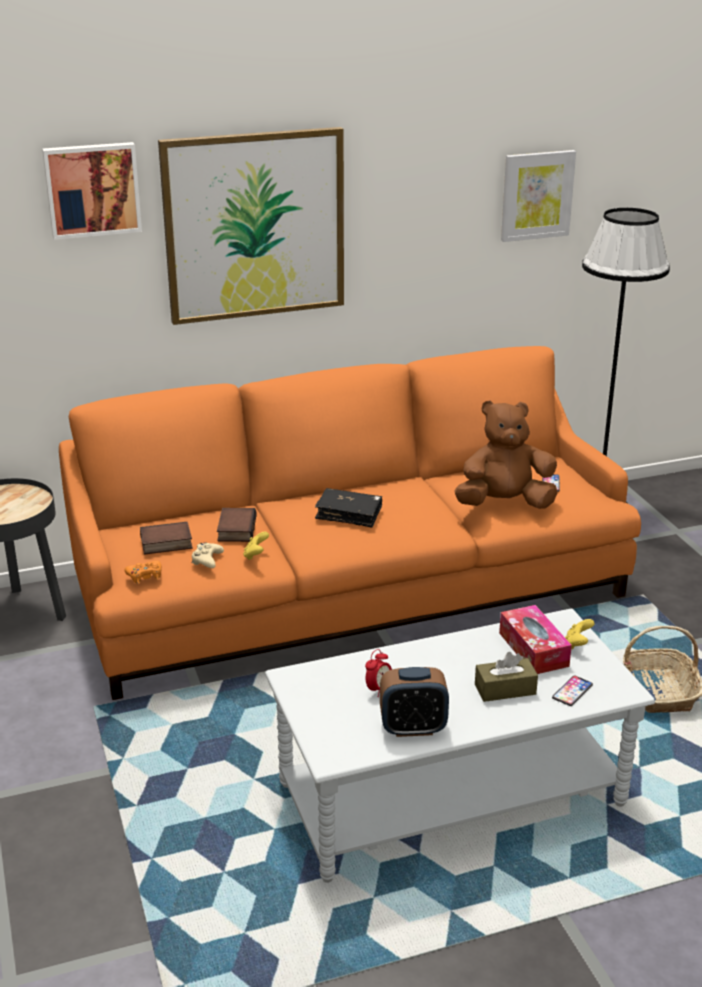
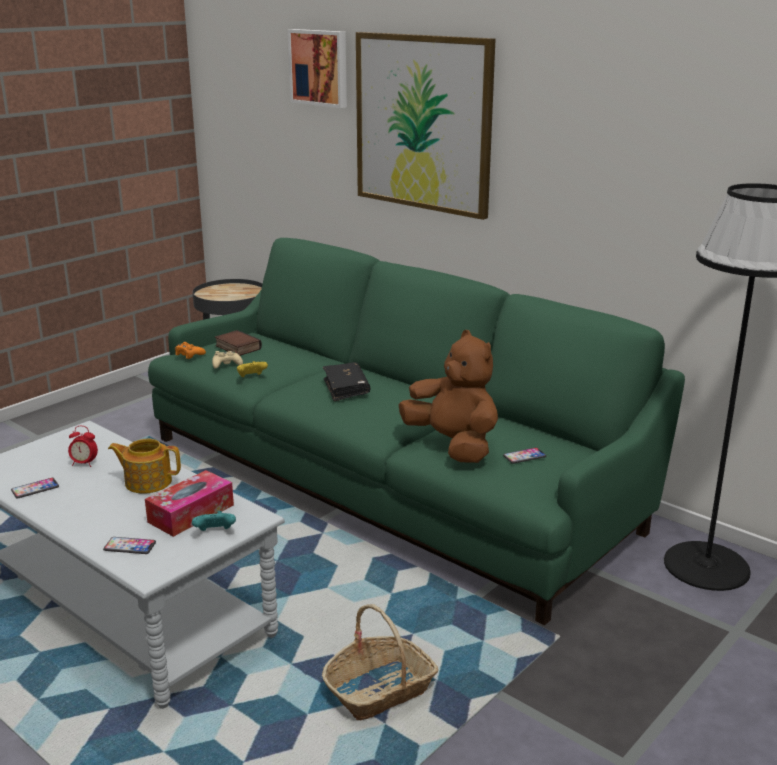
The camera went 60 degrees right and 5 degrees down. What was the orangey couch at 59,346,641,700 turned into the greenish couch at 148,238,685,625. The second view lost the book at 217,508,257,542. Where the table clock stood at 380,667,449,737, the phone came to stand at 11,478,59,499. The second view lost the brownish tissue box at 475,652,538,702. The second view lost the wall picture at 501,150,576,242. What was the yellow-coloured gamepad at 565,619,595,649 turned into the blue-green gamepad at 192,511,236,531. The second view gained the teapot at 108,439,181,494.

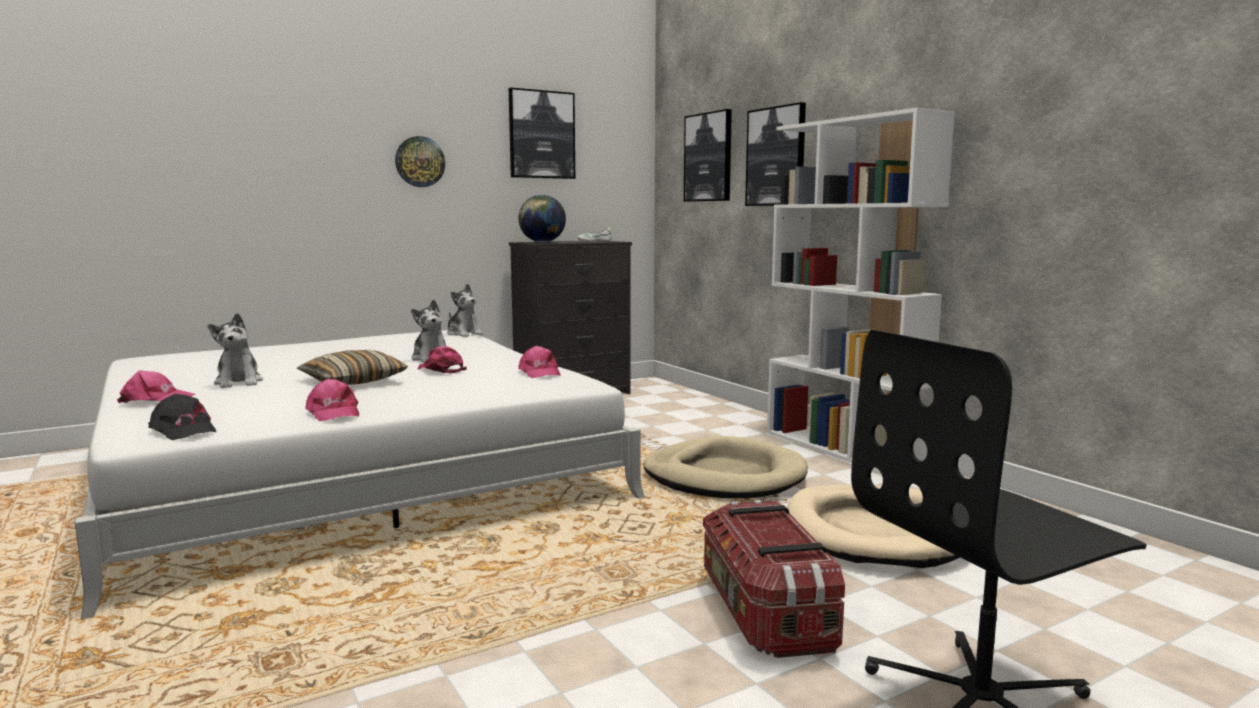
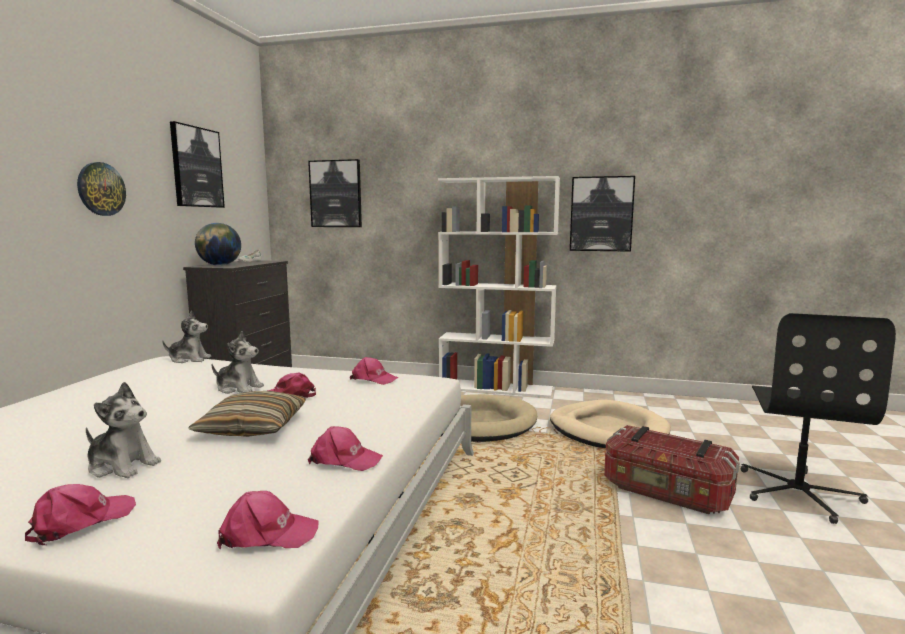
The camera went 45 degrees left and 0 degrees up. What was the blackish peaked cap at 148,394,216,440 turned into the pinkish peaked cap at 217,491,319,550. The wall picture ended up elsewhere, having gone from 745,102,806,206 to 570,176,635,252.

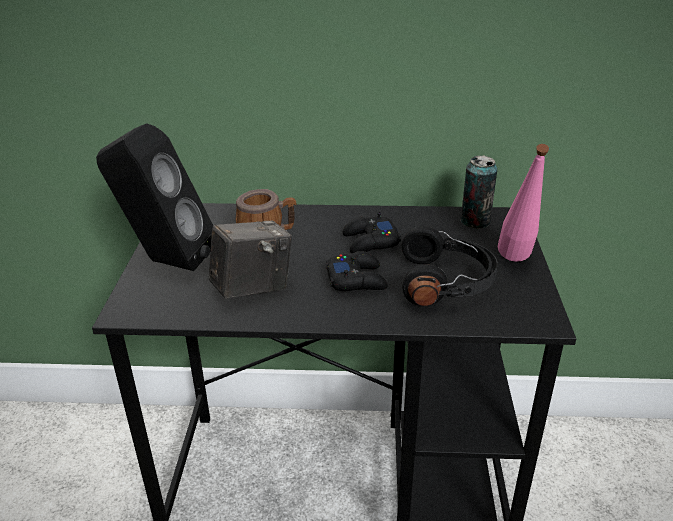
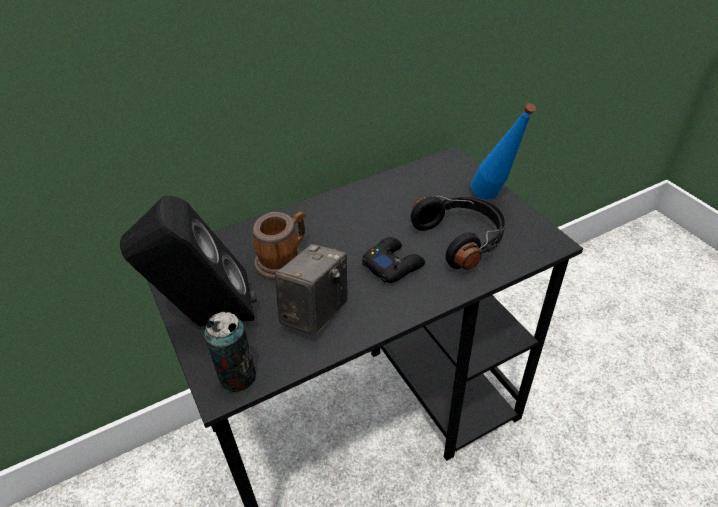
The camera went 30 degrees left and 10 degrees up. The second view lost the blackish gamepad at 343,212,401,253. The metal can ended up elsewhere, having gone from 460,155,497,229 to 204,312,256,392. What was the pinkish bottle at 498,144,549,262 turned into the blue bottle at 471,103,536,200.

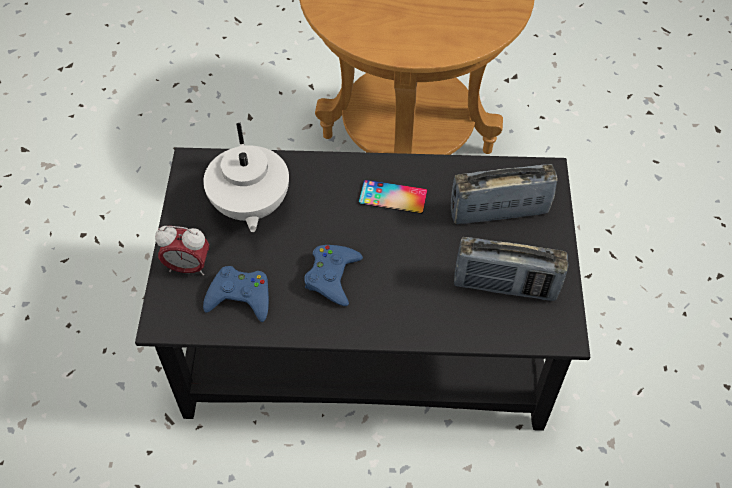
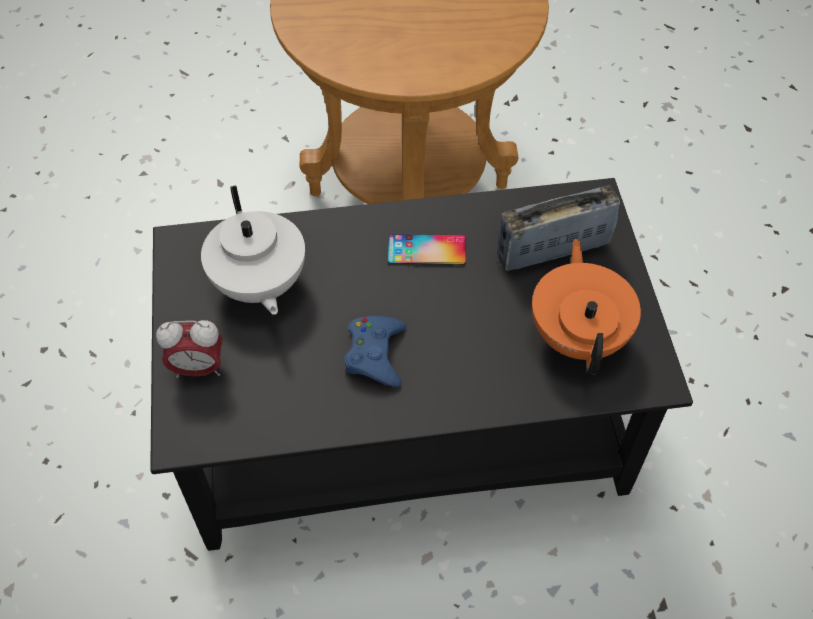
The camera went 10 degrees left and 0 degrees up. The second view lost the blue gamepad at 203,266,269,322. Where the radio set stood at 454,237,568,301, the orangey teapot came to stand at 532,239,641,374.

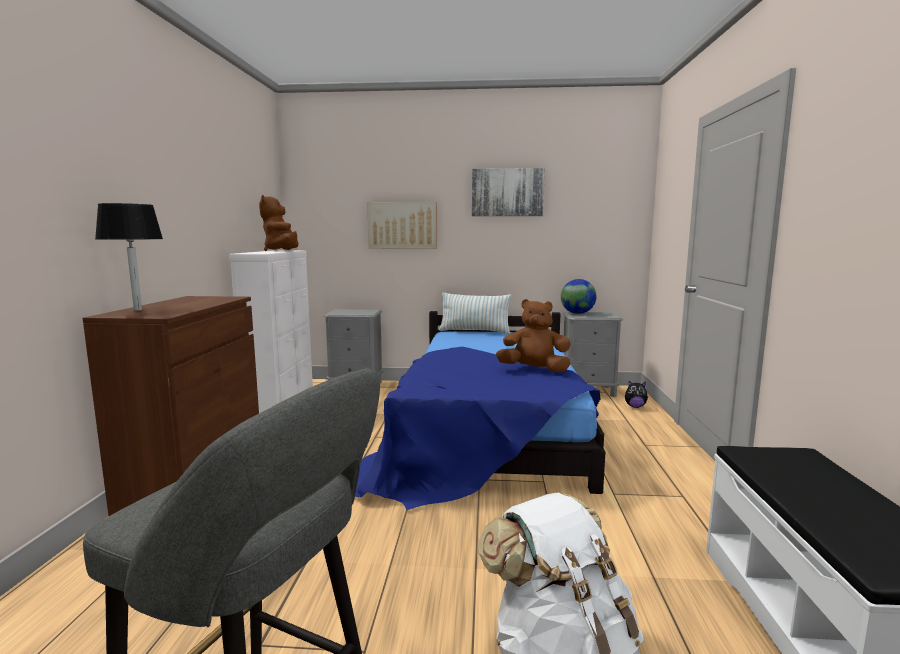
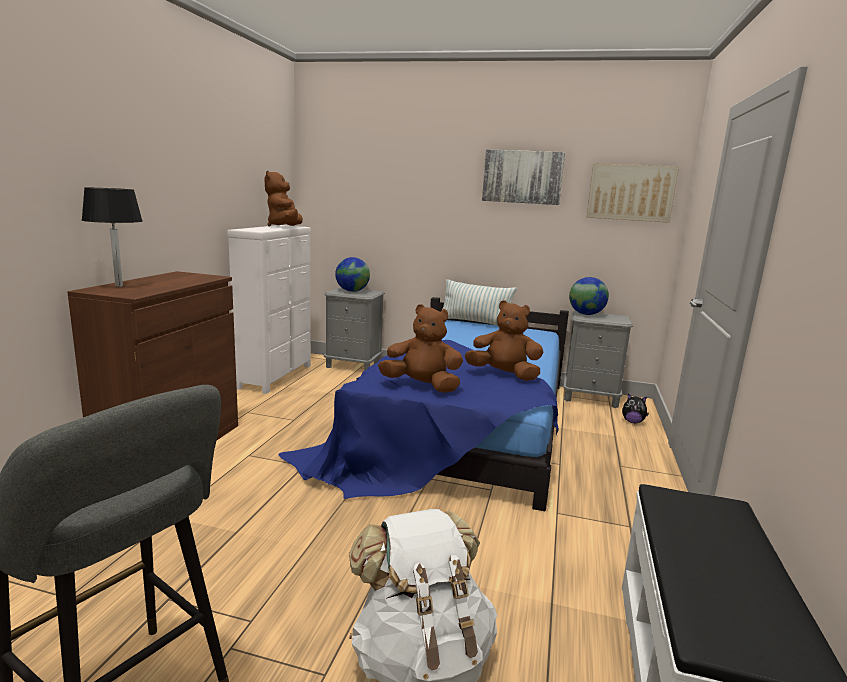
The camera went 10 degrees right and 5 degrees up. The wall picture ended up elsewhere, having gone from 367,202,437,249 to 587,163,679,223. The second view gained the world globe at 335,257,370,292. The second view gained the brownish plush toy at 378,304,463,393.

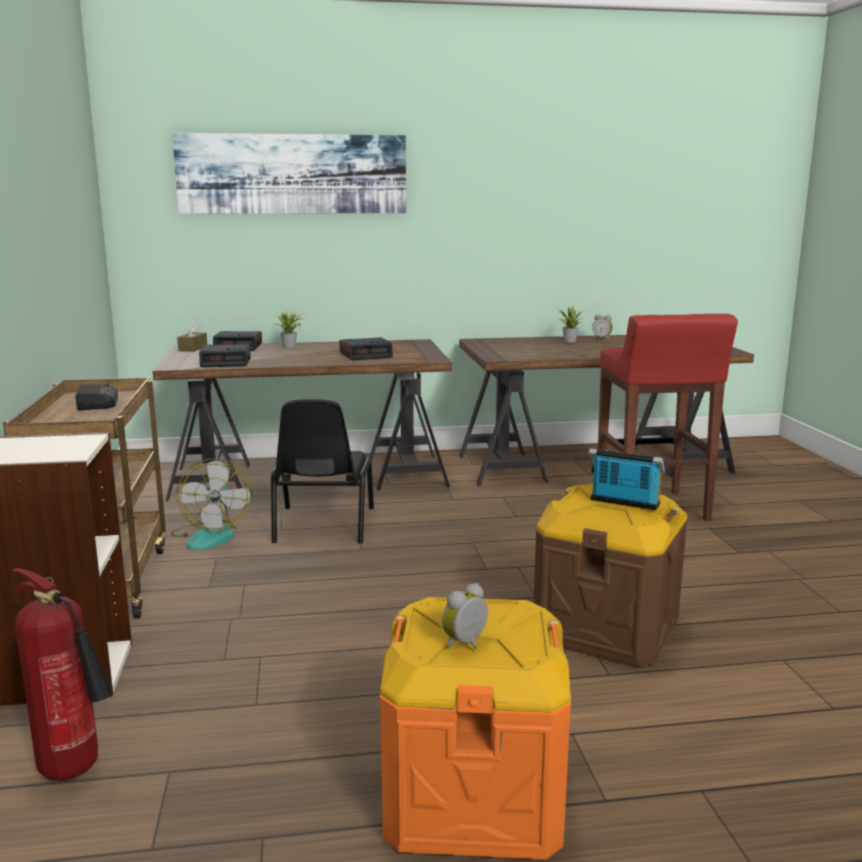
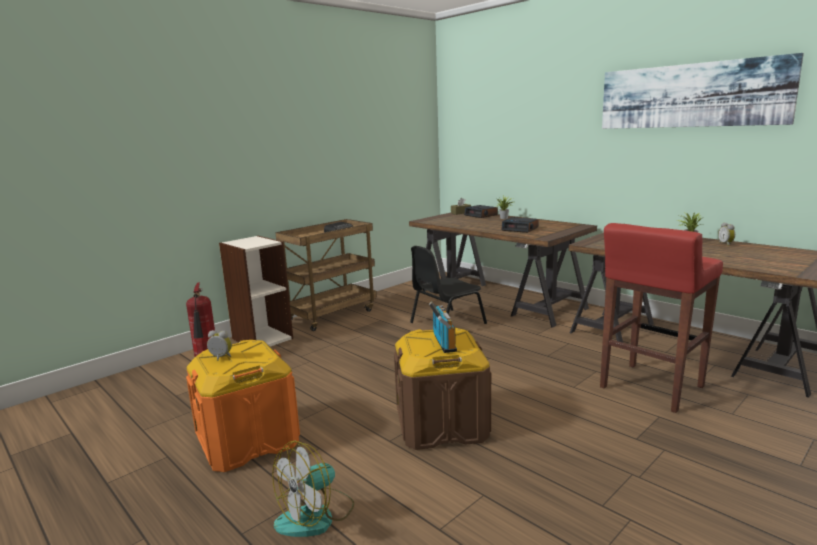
The camera went 55 degrees right and 0 degrees up. The fan ended up elsewhere, having gone from 171,459,252,550 to 272,441,355,537. The wall picture ended up elsewhere, having gone from 172,133,406,214 to 602,53,804,129. The second view lost the table clock at 199,344,251,367.

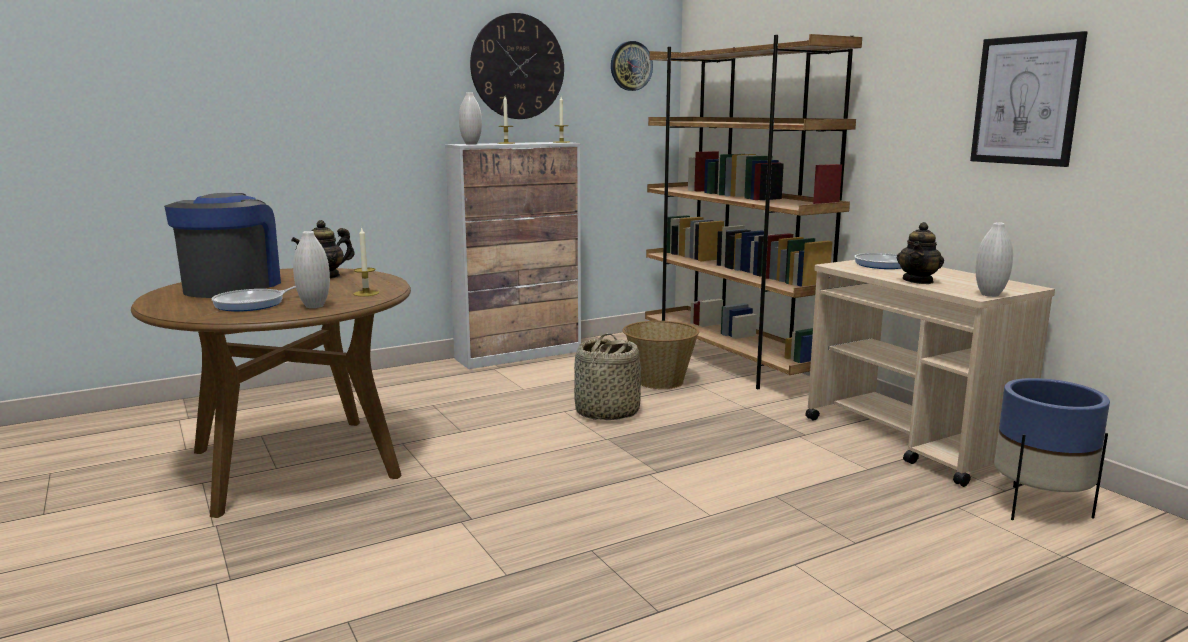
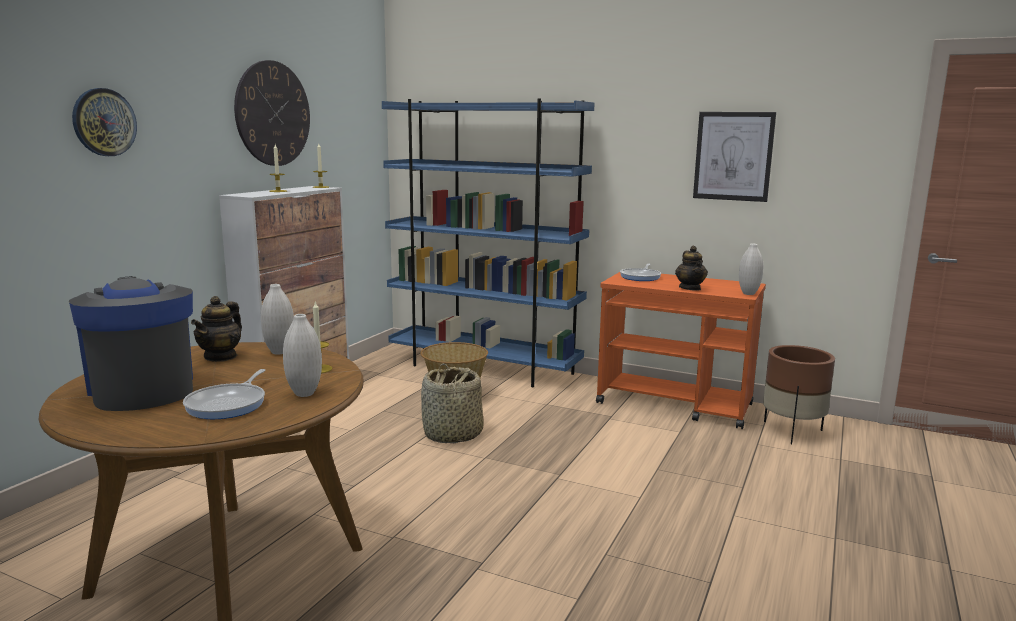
The camera went 35 degrees left and 0 degrees up. The white-coloured vase ended up elsewhere, having gone from 459,92,482,145 to 261,284,294,354. The hanging clock ended up elsewhere, having gone from 611,41,653,91 to 72,88,137,156. What was the brownish shelving unit at 645,34,862,389 turned into the blue shelving unit at 382,98,594,387. What was the sand-coloured cart at 805,260,1055,487 turned into the orangey cart at 596,272,766,429. What was the blue planter at 994,378,1110,520 turned into the brownish planter at 763,345,835,444.

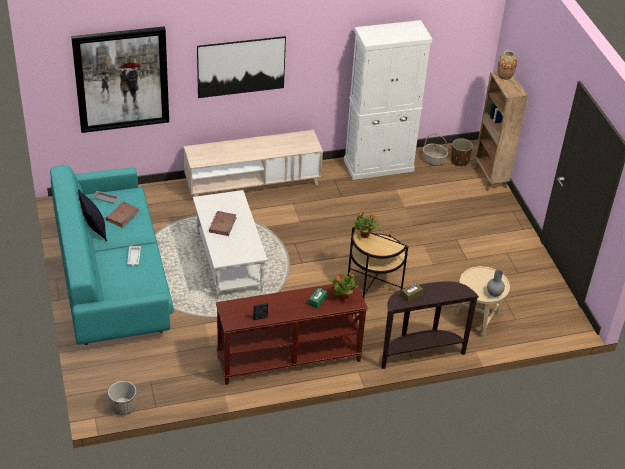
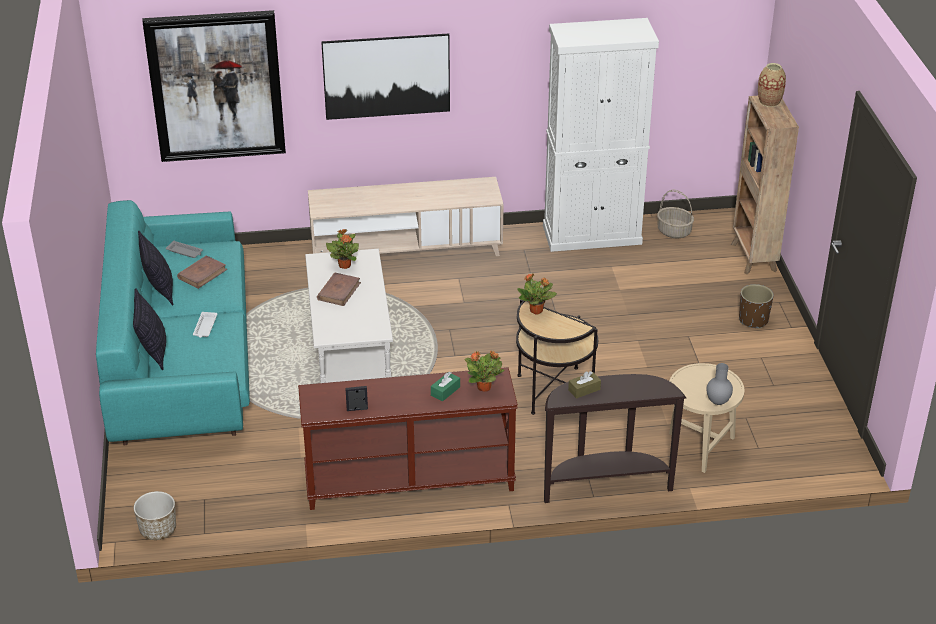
The camera went 10 degrees right and 5 degrees down. The brownish planter ended up elsewhere, having gone from 451,138,473,167 to 739,284,773,328. The second view gained the pillow at 133,288,166,370. The second view gained the houseplant at 326,229,359,269.

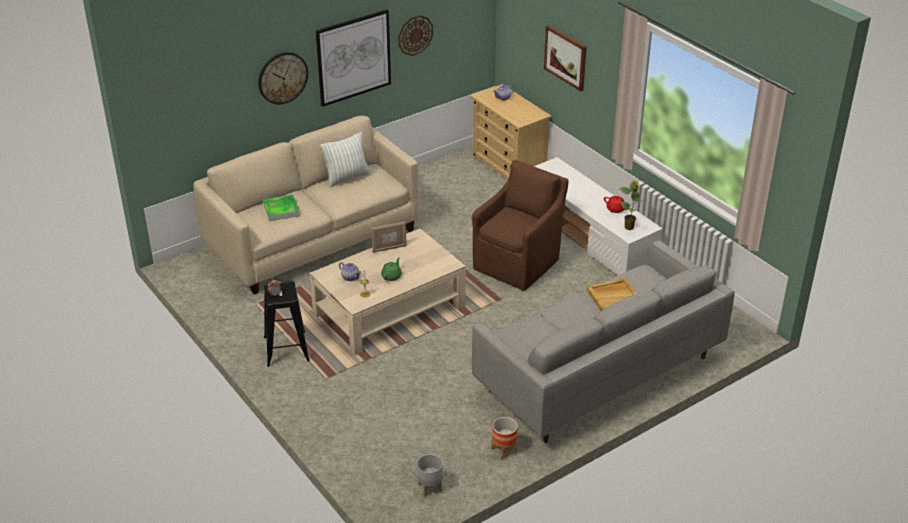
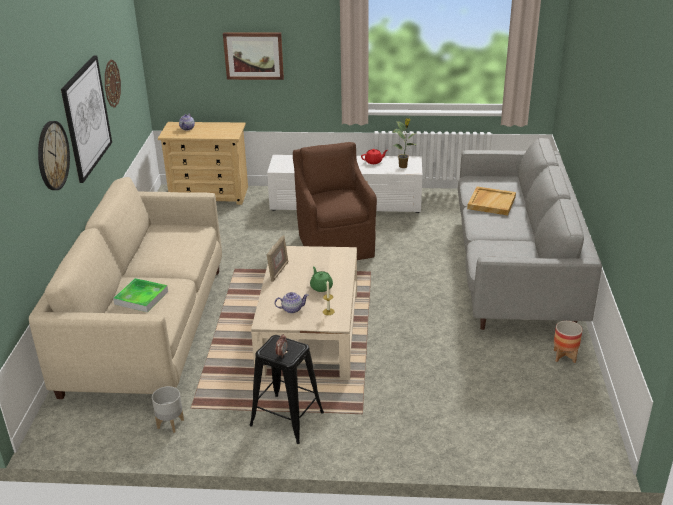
The camera went 50 degrees left and 5 degrees down. The second view lost the pillow at 320,132,371,187. The greyish planter ended up elsewhere, having gone from 417,454,443,497 to 152,386,184,433.

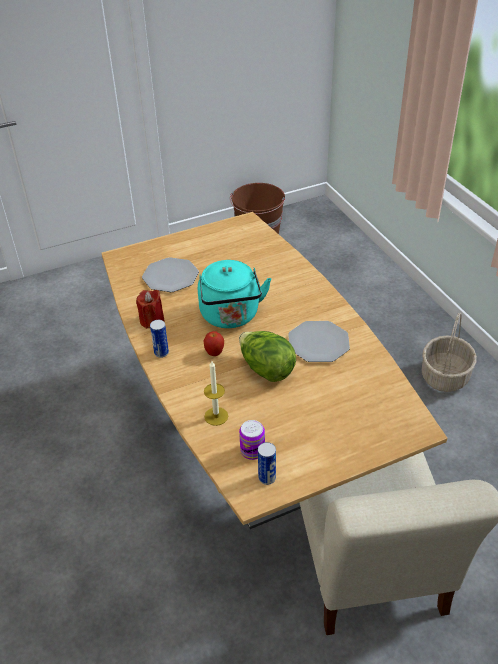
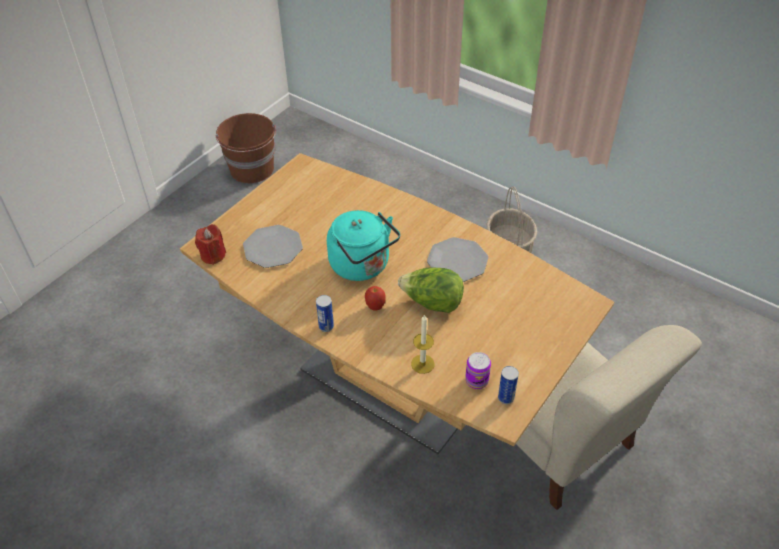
The camera went 30 degrees left and 5 degrees up. The red-coloured candle ended up elsewhere, having gone from 136,290,164,329 to 195,224,226,265.

